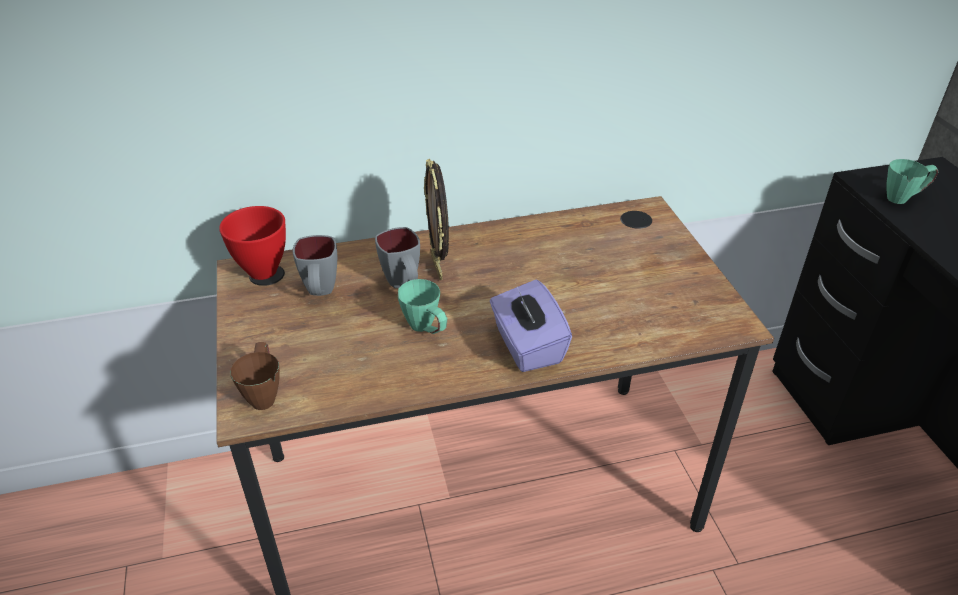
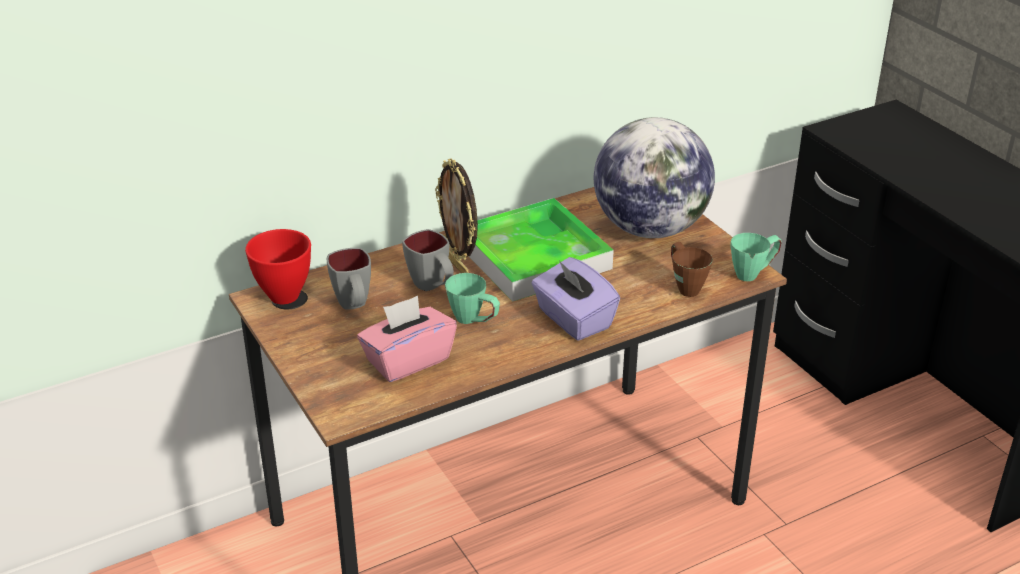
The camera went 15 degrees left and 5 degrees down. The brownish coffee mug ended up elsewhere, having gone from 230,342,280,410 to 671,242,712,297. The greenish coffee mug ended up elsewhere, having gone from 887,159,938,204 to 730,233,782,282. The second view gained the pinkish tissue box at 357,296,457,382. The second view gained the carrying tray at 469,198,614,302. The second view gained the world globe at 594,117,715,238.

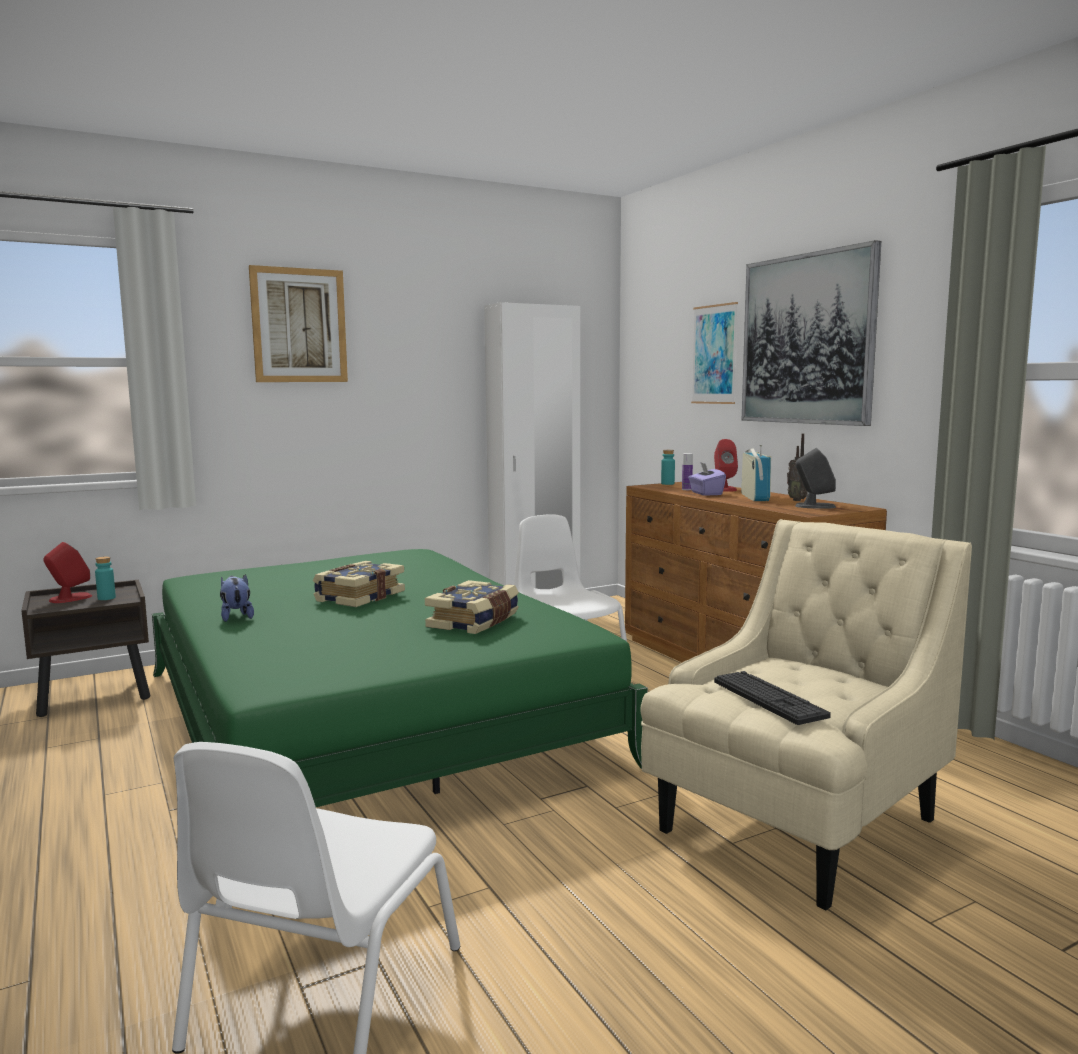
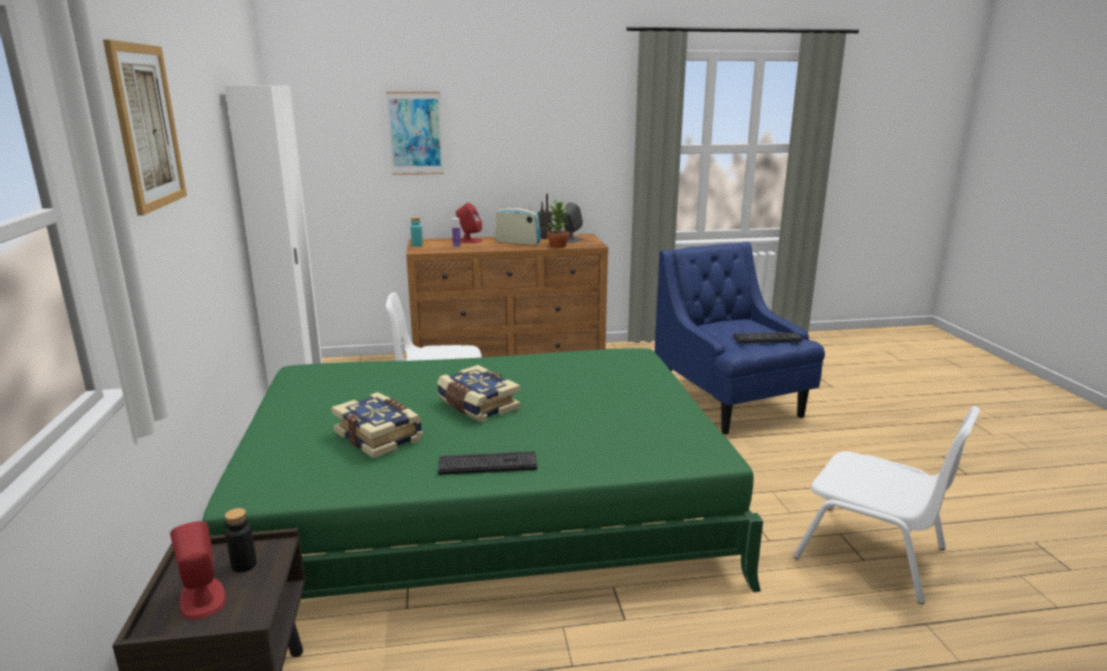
The camera went 70 degrees left and 10 degrees up. What was the blue-green bottle at 95,556,116,600 turned into the blackish bottle at 225,508,257,573. Where the plush toy stood at 220,574,254,622, the PC keyboard came to stand at 438,452,537,475. The book ended up elsewhere, having gone from 425,580,519,634 to 331,392,423,459. What was the sand-coloured lounge chair at 641,519,972,910 turned into the blue lounge chair at 655,242,825,435. The second view lost the purple tissue box at 688,463,726,496. The second view lost the wall picture at 741,240,881,426. The second view gained the houseplant at 547,199,569,248.

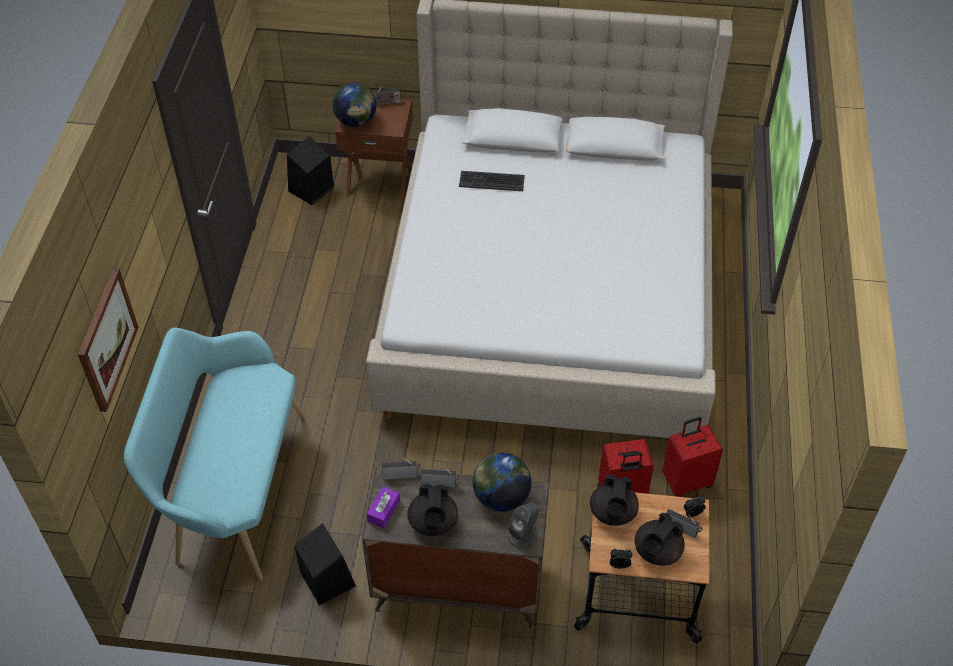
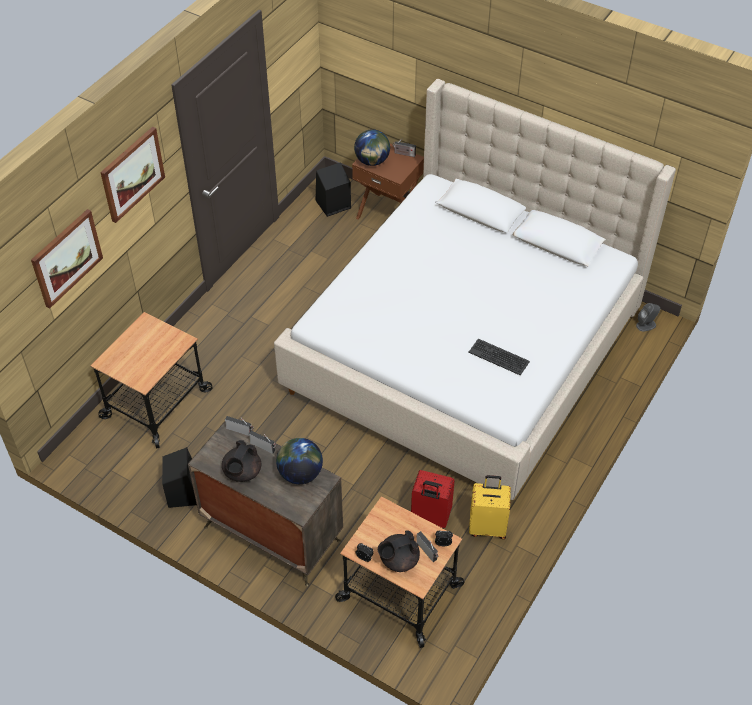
The camera went 25 degrees right and 0 degrees up. Where the blue-green bench stood at 124,328,304,581, the cart came to stand at 91,312,212,449. The second view lost the purple tissue box at 367,486,400,528. The PC keyboard ended up elsewhere, having gone from 459,171,525,191 to 468,339,530,375. The greyish loudspeaker ended up elsewhere, having gone from 508,502,539,548 to 636,303,660,331. The second view lost the blackish teapot at 590,474,639,526. What was the red-coloured travel case at 662,417,723,497 turned into the yellow-coloured travel case at 469,475,511,539. The second view gained the wall picture at 100,127,165,223.

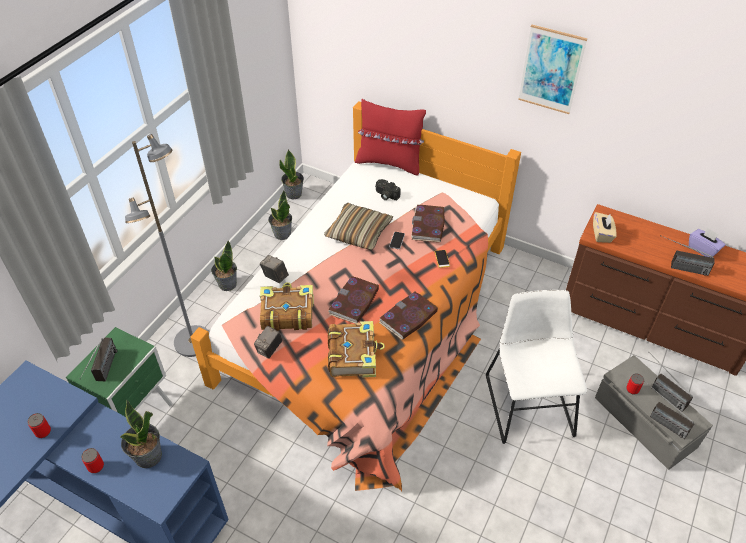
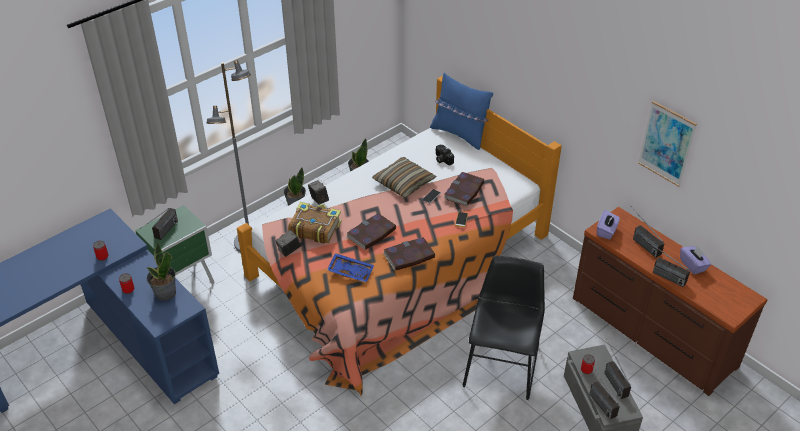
The camera went 20 degrees right and 5 degrees down. The second view lost the houseplant at 279,150,304,199. Where the book stood at 328,321,385,378, the blue carrying tray came to stand at 327,253,374,283. What was the red-coloured pillow at 355,99,426,176 turned into the blue pillow at 430,73,493,150. What was the white-coloured upright chair at 486,290,587,444 turned into the blackish upright chair at 463,255,545,400. The wall picture ended up elsewhere, having gone from 518,25,588,114 to 638,101,697,187. What was the sand-coloured tissue box at 593,212,617,243 turned into the purple tissue box at 597,210,620,240. The second view gained the radio set at 633,210,664,258.

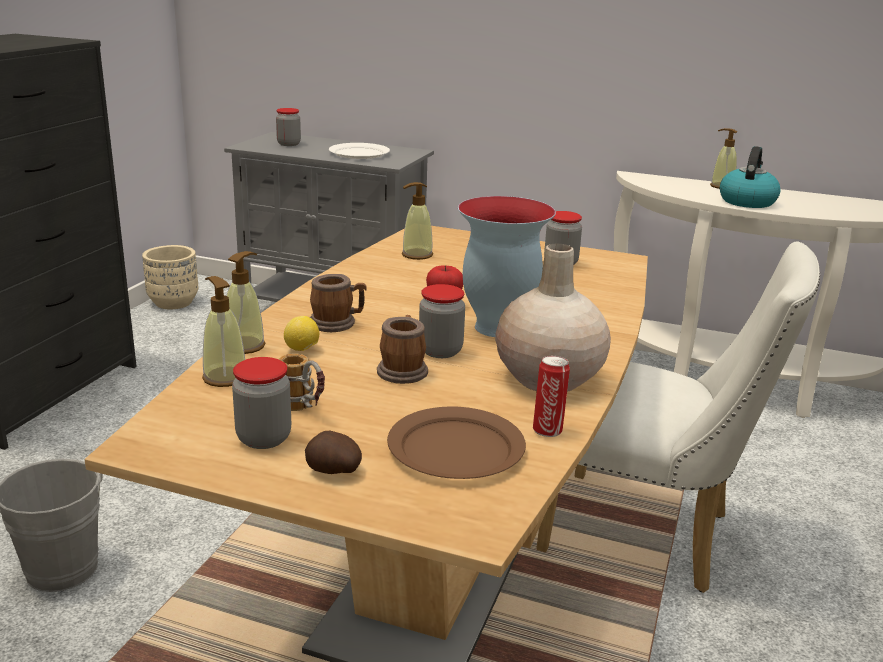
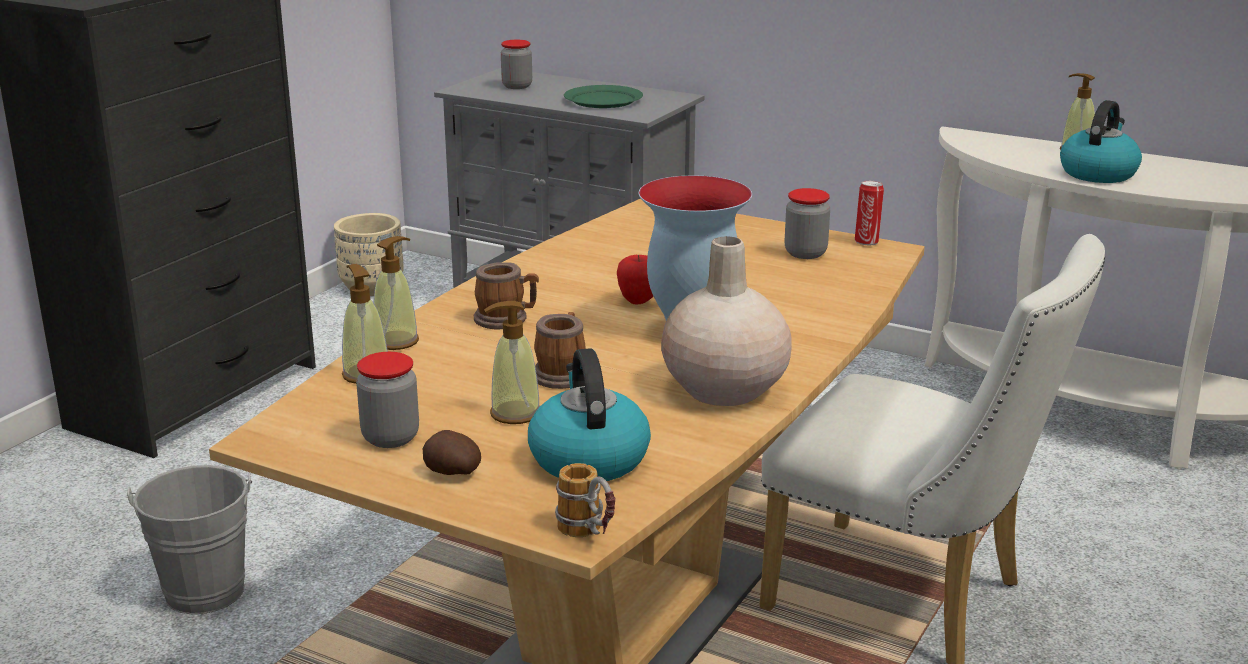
The camera went 10 degrees right and 0 degrees up. The coffee mug ended up elsewhere, having gone from 279,353,325,411 to 555,463,615,537. The second view lost the citrus fruit at 284,316,319,351. What was the white-coloured flat dish at 329,143,390,159 turned into the greenish flat dish at 564,85,643,108. Where the brownish flat dish stood at 387,407,526,479, the tea kettle came to stand at 528,348,651,481. The liquid soap bottle ended up elsewhere, having gone from 402,182,433,260 to 484,301,540,424. The second view lost the storage jar at 419,284,465,358. The metal can ended up elsewhere, having gone from 533,356,570,437 to 855,181,884,245.

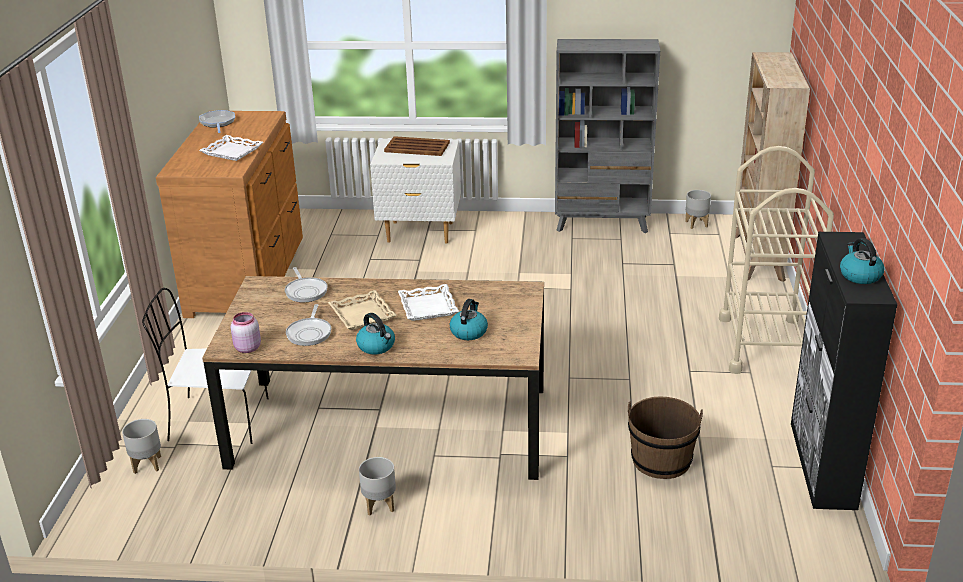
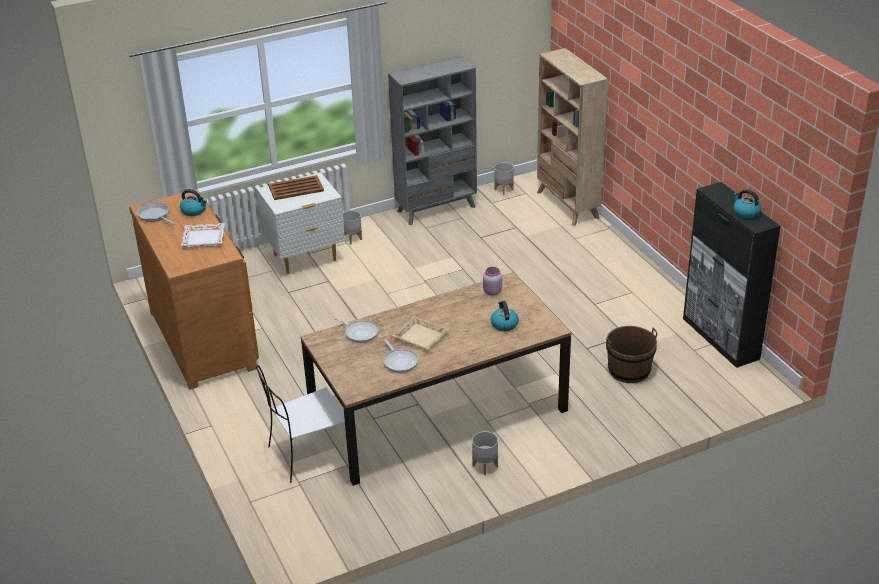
The camera went 30 degrees left and 5 degrees up. The greyish planter ended up elsewhere, having gone from 122,419,161,474 to 343,210,362,245. The pinkish storage jar ended up elsewhere, having gone from 231,312,261,353 to 483,267,502,295. The tea kettle ended up elsewhere, having gone from 356,313,395,354 to 180,189,207,216. The second view lost the white-coloured carrying tray at 398,284,459,321. The second view lost the sand-coloured cart at 719,146,834,374.

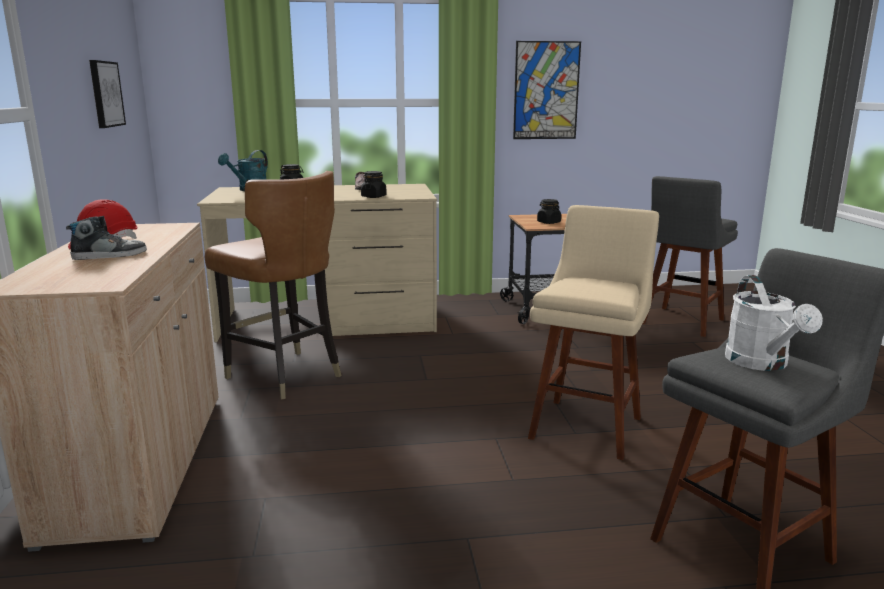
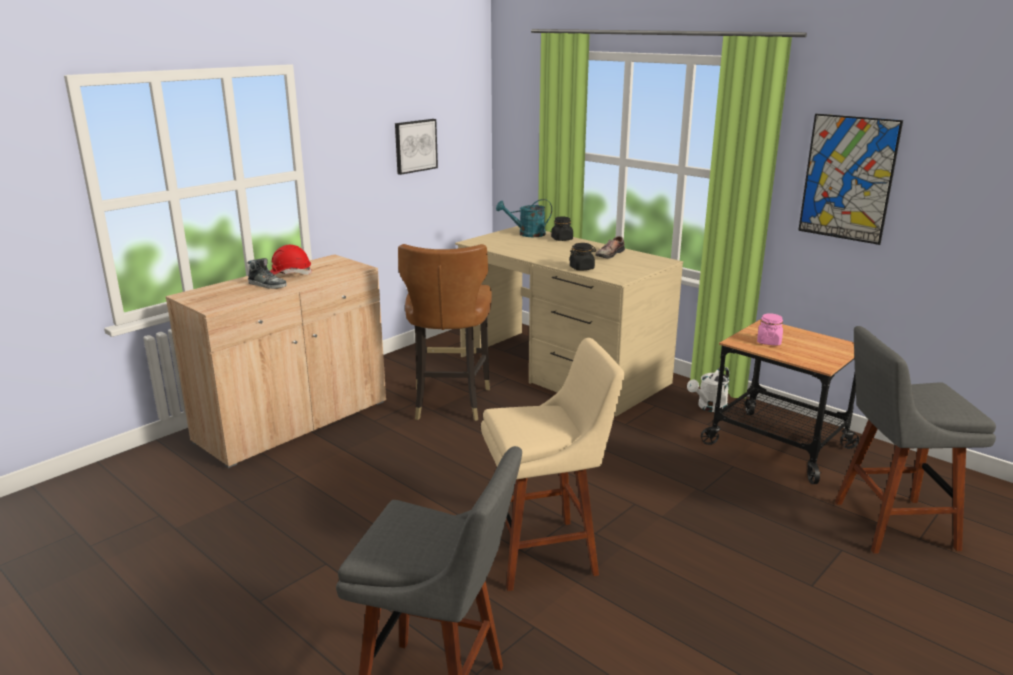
The camera went 50 degrees right and 5 degrees up. What was the blackish storage jar at 537,199,561,224 turned into the pinkish storage jar at 757,313,783,345. The white-coloured watering pot ended up elsewhere, having gone from 725,275,823,371 to 687,367,729,412.

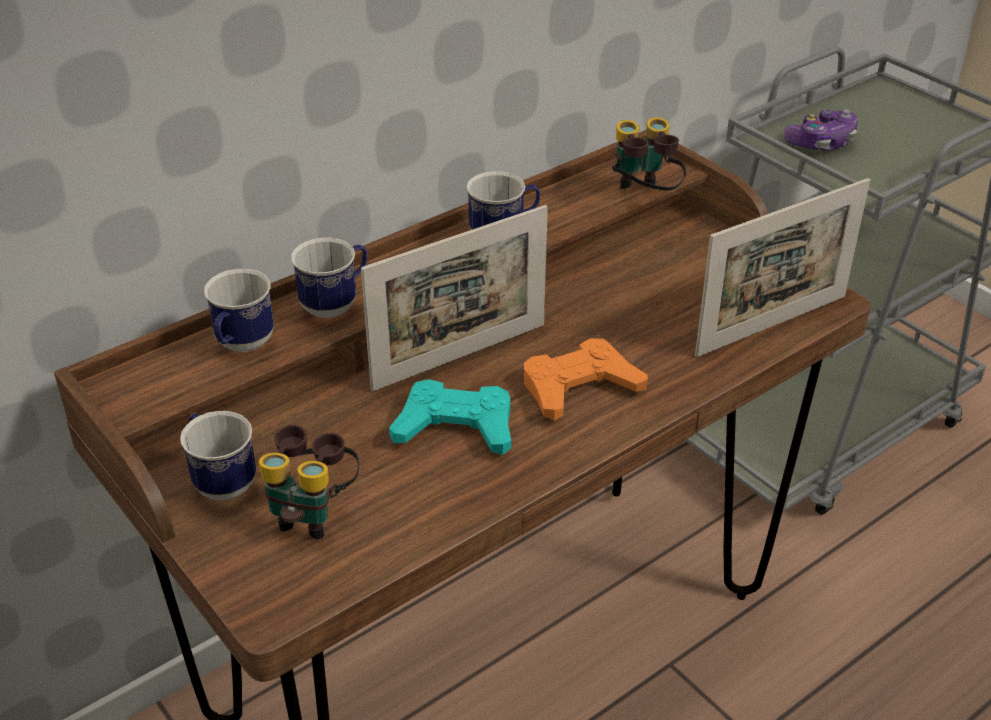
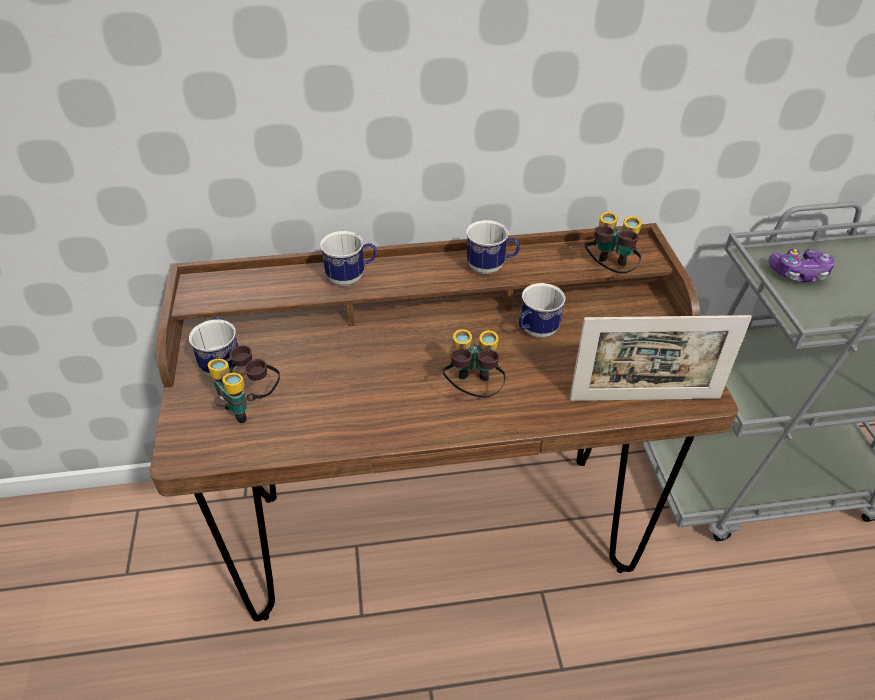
The camera went 30 degrees right and 5 degrees up. The coffee mug ended up elsewhere, having gone from 204,269,274,352 to 519,283,565,338. The second view lost the picture frame at 361,205,548,391. The second view lost the blue-green gamepad at 389,379,511,455. Where the orangey gamepad stood at 524,338,648,420, the binoculars came to stand at 442,329,506,398.

